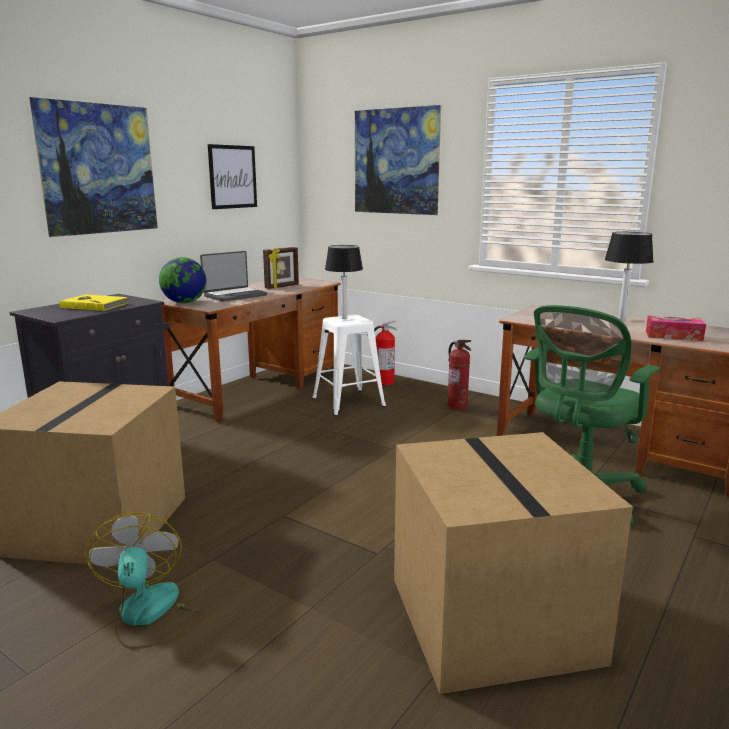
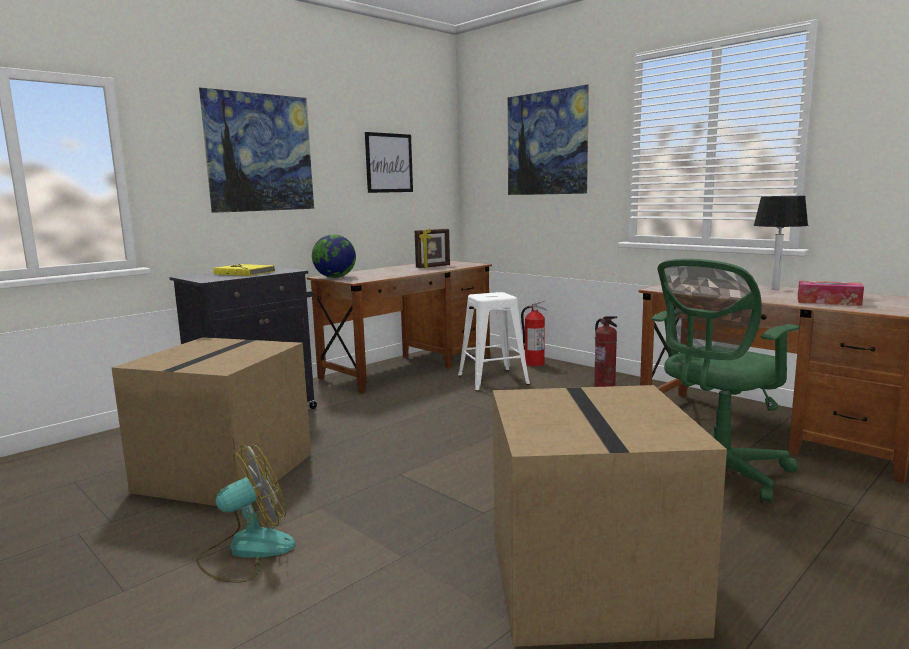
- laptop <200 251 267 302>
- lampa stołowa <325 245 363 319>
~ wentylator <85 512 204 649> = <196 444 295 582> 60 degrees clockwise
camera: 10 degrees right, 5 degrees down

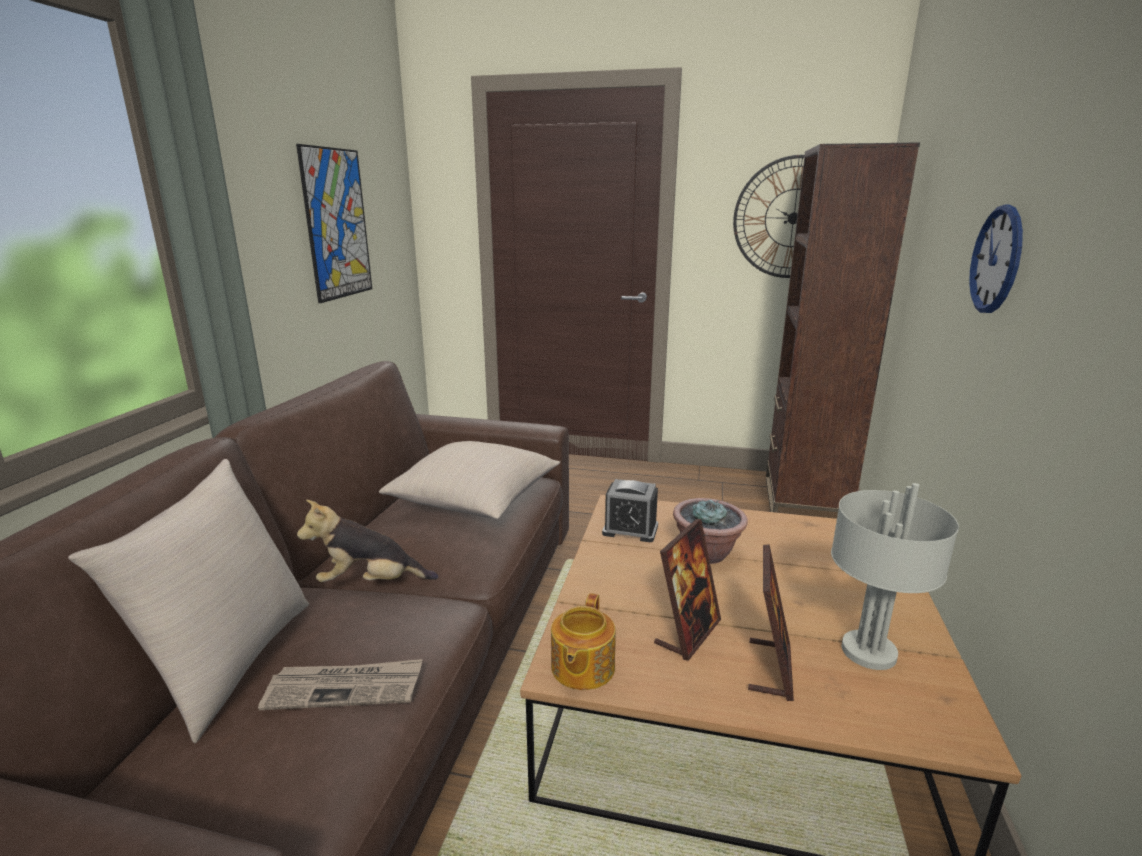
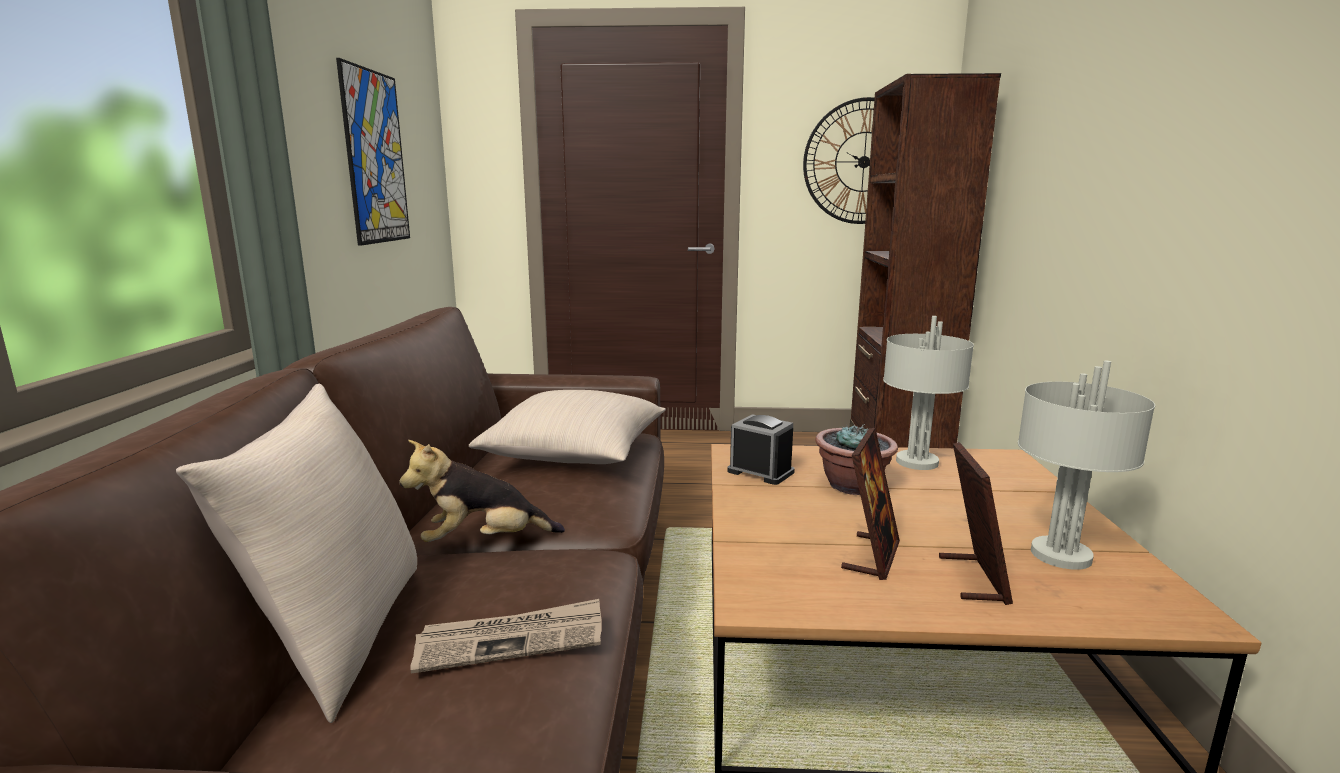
- imbryk <551 593 616 690>
- zegar ścienny <969 204 1023 313>
+ lampa stołowa [szary] <883 316 974 470>
~ budzik <602 479 658 542> = <728 414 795 485> 150 degrees counterclockwise
camera: 10 degrees left, 5 degrees down

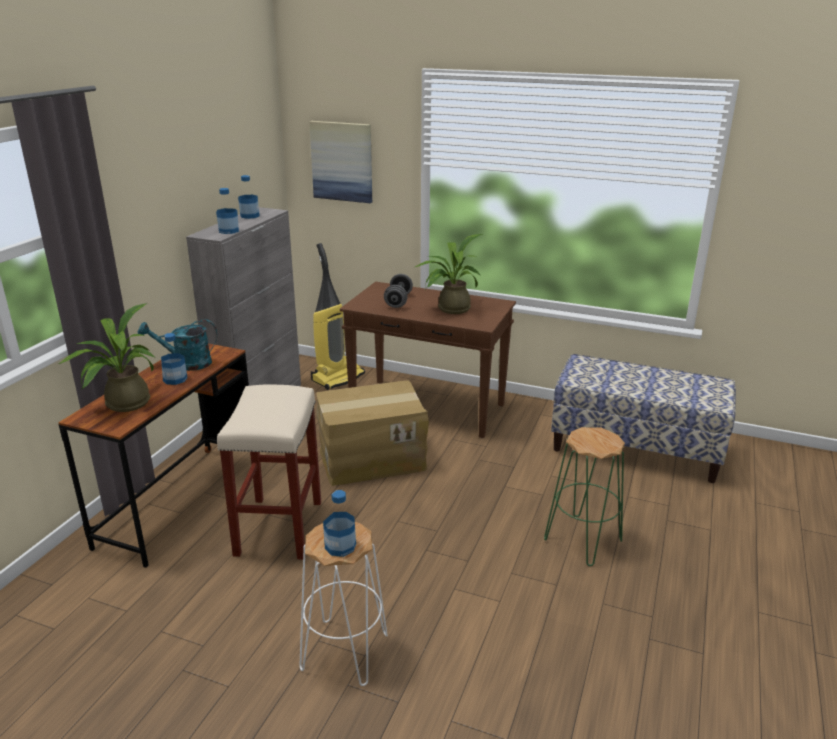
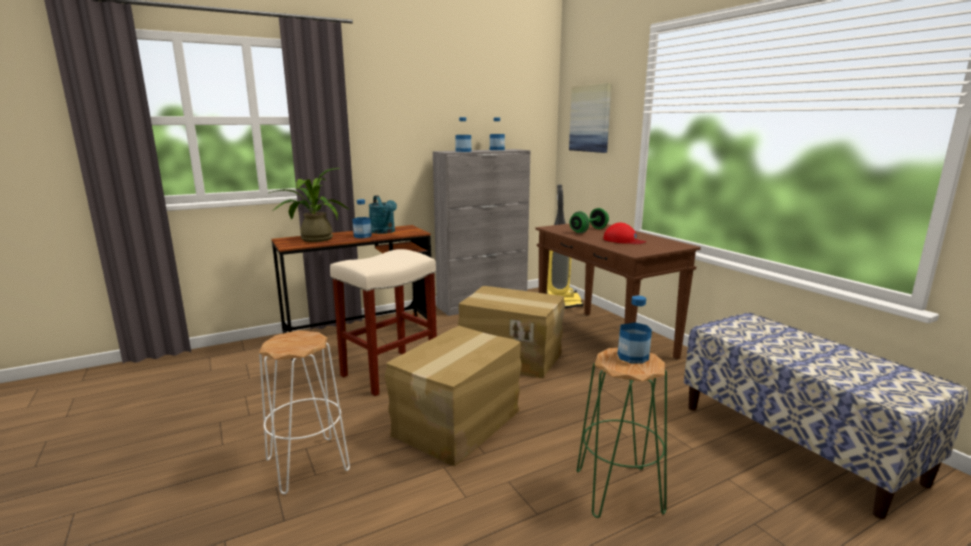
+ karton <385 326 521 466>
~ butelka <323 490 356 557> to <617 295 652 363>
~ roślina doniczkowa <415 234 483 314> to czapka z daszkiem [czerwony] <603 223 646 244>
~ hantel [szary] <384 274 413 308> to hantel [zielony] <570 208 609 233>
~ konewka [turkusowy] <138 319 217 371> = <368 195 397 234> 150 degrees counterclockwise
camera: 40 degrees right, 10 degrees down

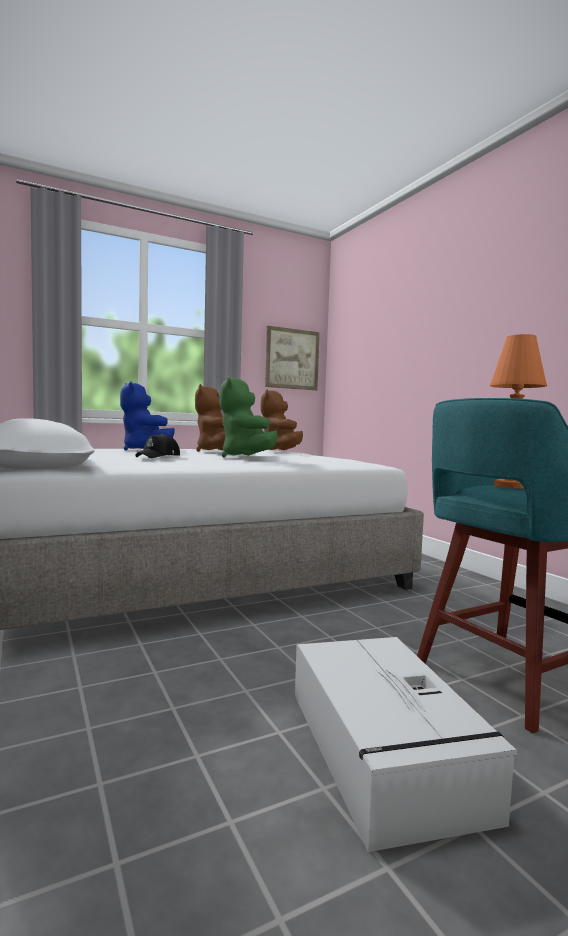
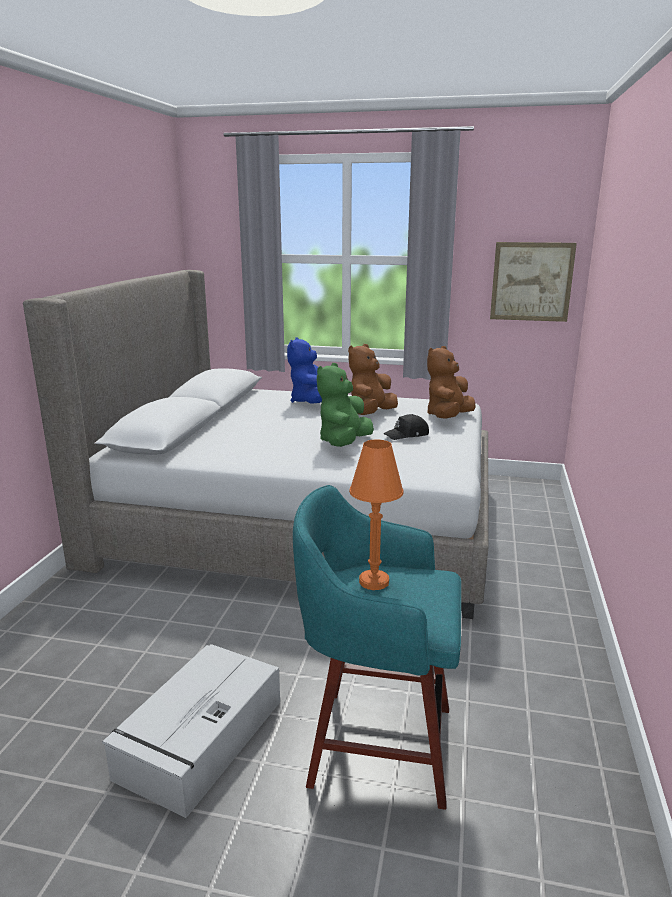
~ czapka z daszkiem [czarny] <136 434 180 458> to <384 414 429 440>
camera: 40 degrees right, 15 degrees up

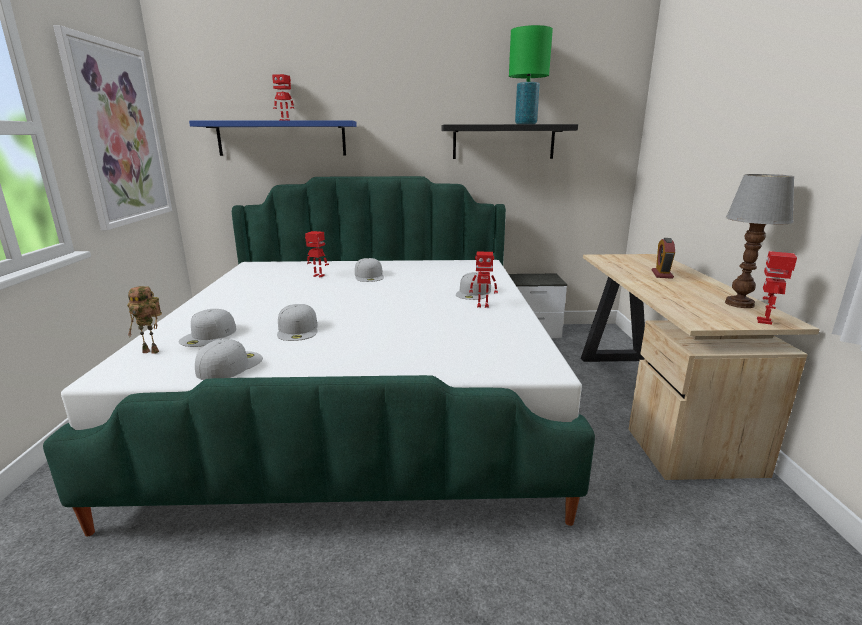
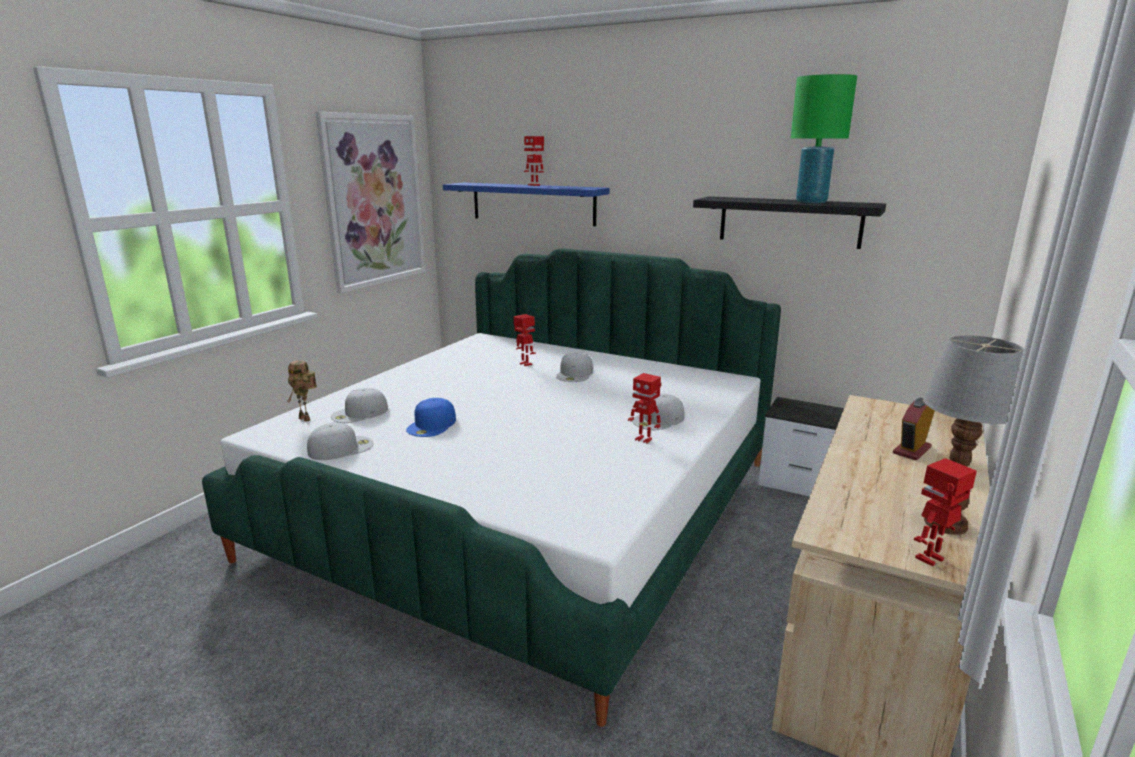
~ czapka z daszkiem [biały] <277 304 318 341> to czapka z daszkiem [niebieski] <406 398 456 437>
camera: 30 degrees right, 0 degrees up

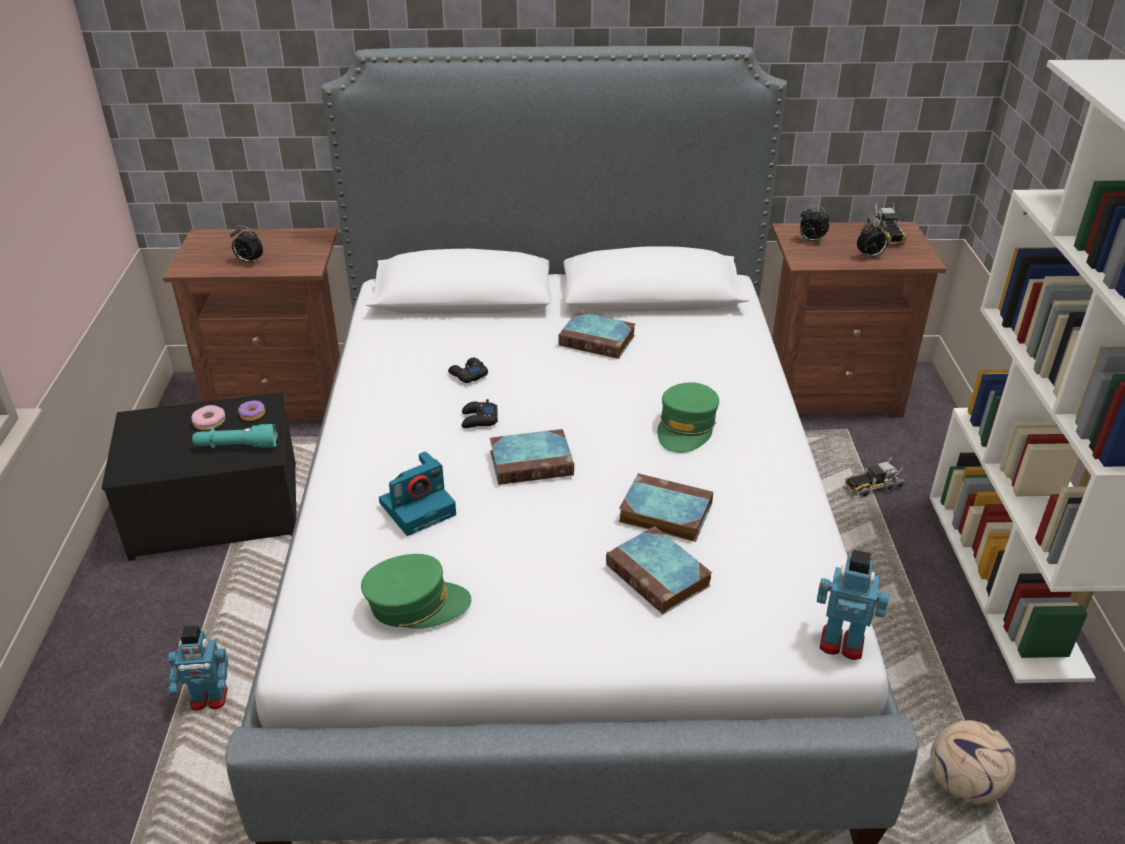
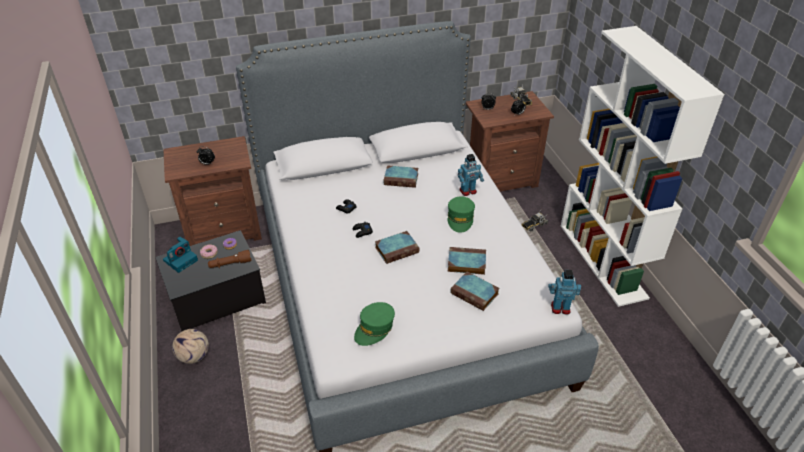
~ robot zabawkowy <168 626 228 710> to <458 154 484 196>
~ aparat fotograficzny <379 451 456 536> to <163 236 198 273>
~ piłka futbolowa <930 720 1016 804> to <172 329 209 364>
~ latarka [turkusowy] <192 424 277 448> to latarka [brązowy] <208 250 251 268>
~ czapka z daszkiem [zielony] <361 554 471 629> = <354 302 395 346> 150 degrees clockwise
camera: 15 degrees left, 5 degrees up

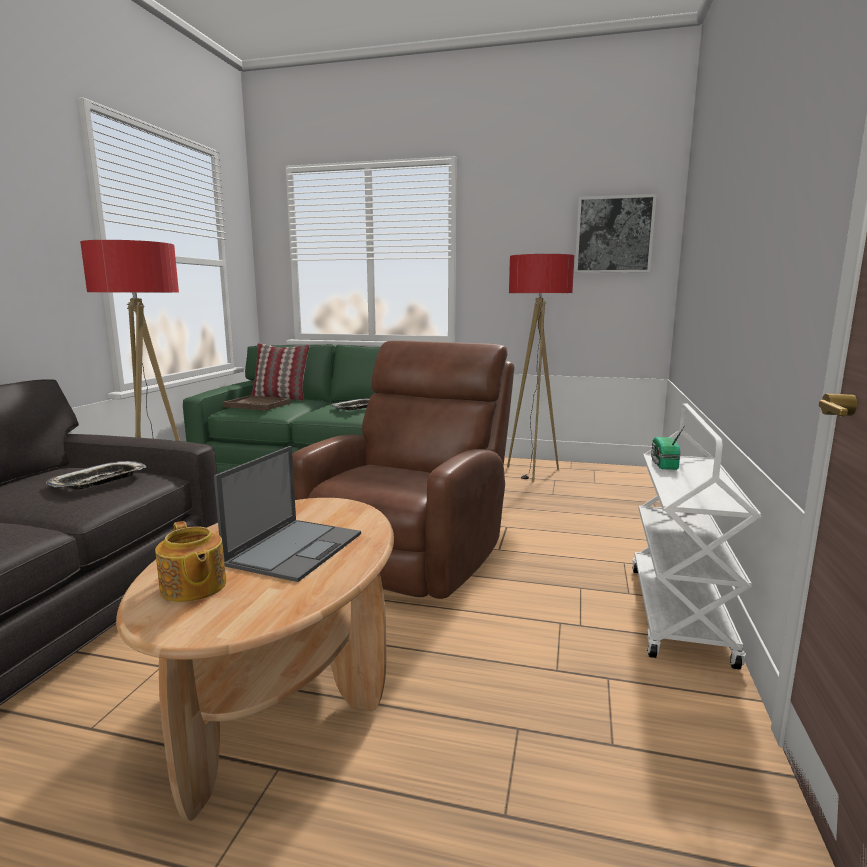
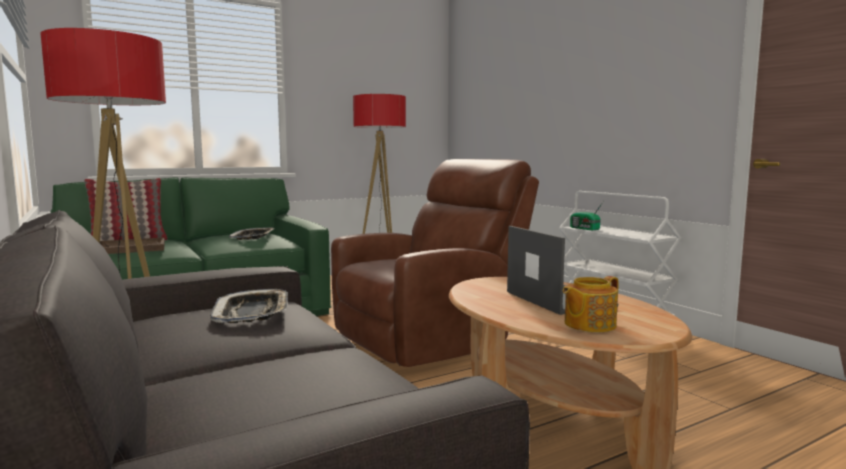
- obraz <575 194 657 273>
~ imbryk <155 521 226 602> = <563 276 619 332> 135 degrees clockwise
~ fotel [brązowy] <292 340 515 599> = <331 159 539 367> 75 degrees clockwise
camera: 45 degrees left, 5 degrees down

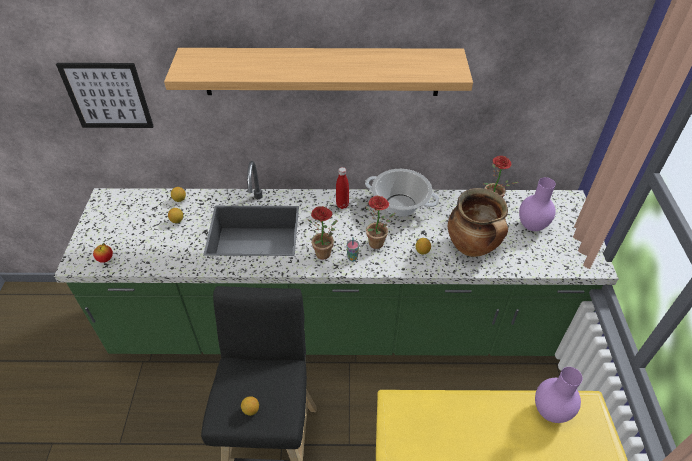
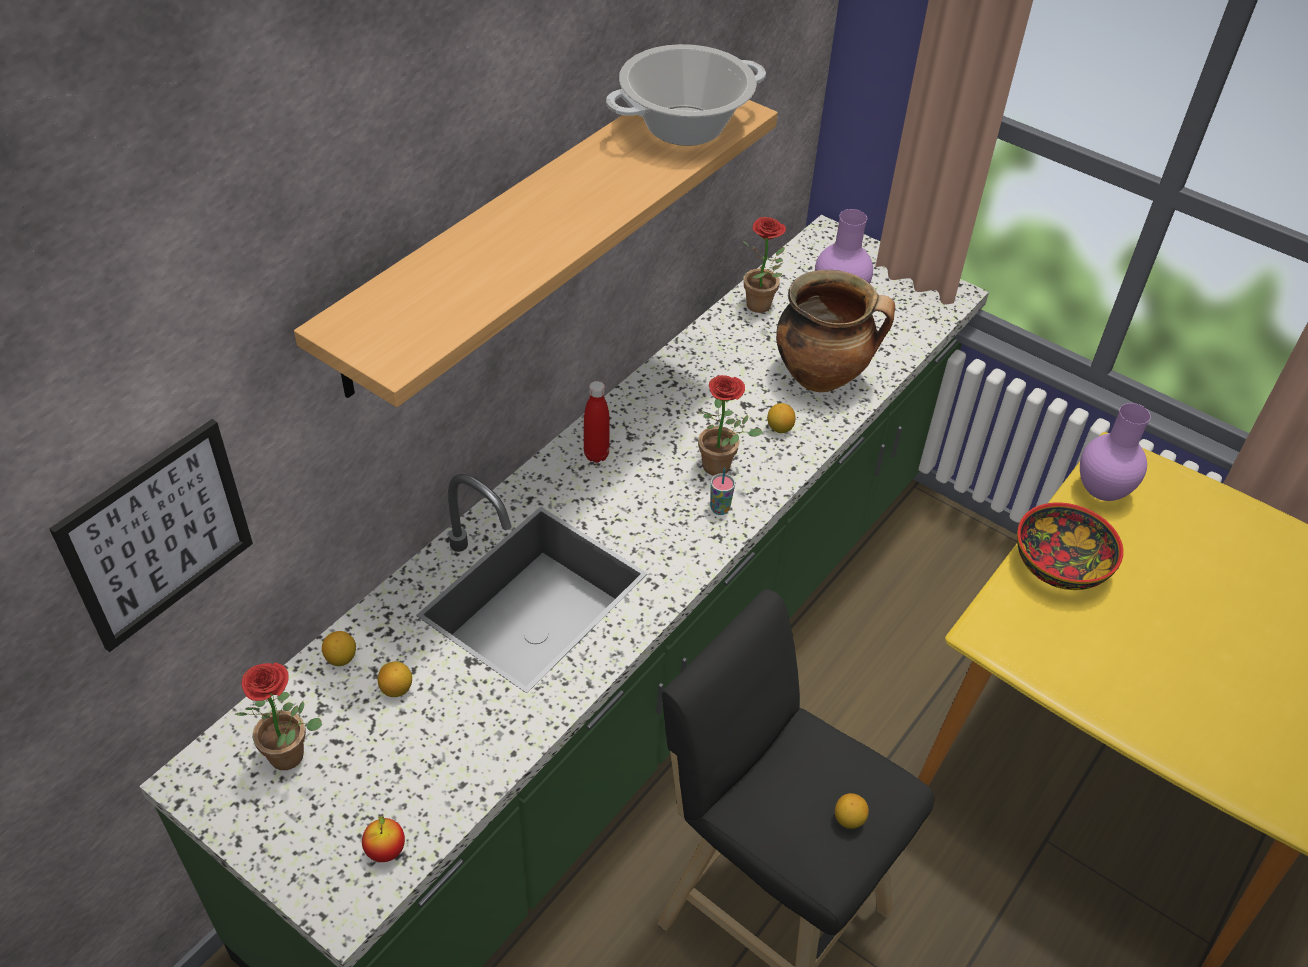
+ miska <1017 502 1124 590>
~ roślina doniczkowa <308 206 337 260> to <235 663 322 770>
~ garnek <365 169 439 217> to <606 44 766 146>
camera: 55 degrees left, 0 degrees up

